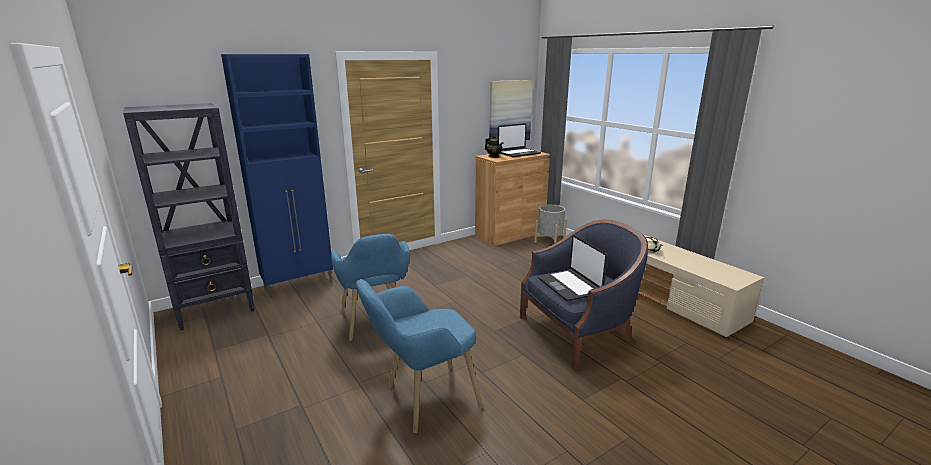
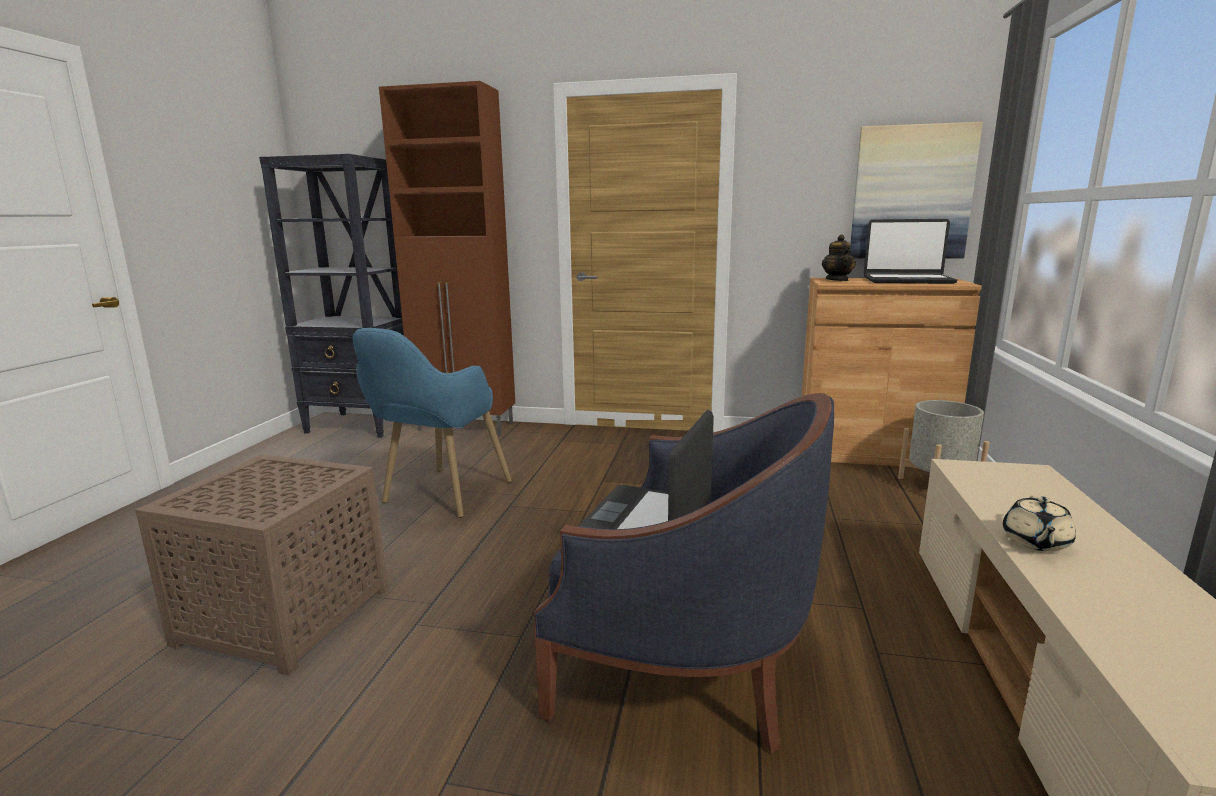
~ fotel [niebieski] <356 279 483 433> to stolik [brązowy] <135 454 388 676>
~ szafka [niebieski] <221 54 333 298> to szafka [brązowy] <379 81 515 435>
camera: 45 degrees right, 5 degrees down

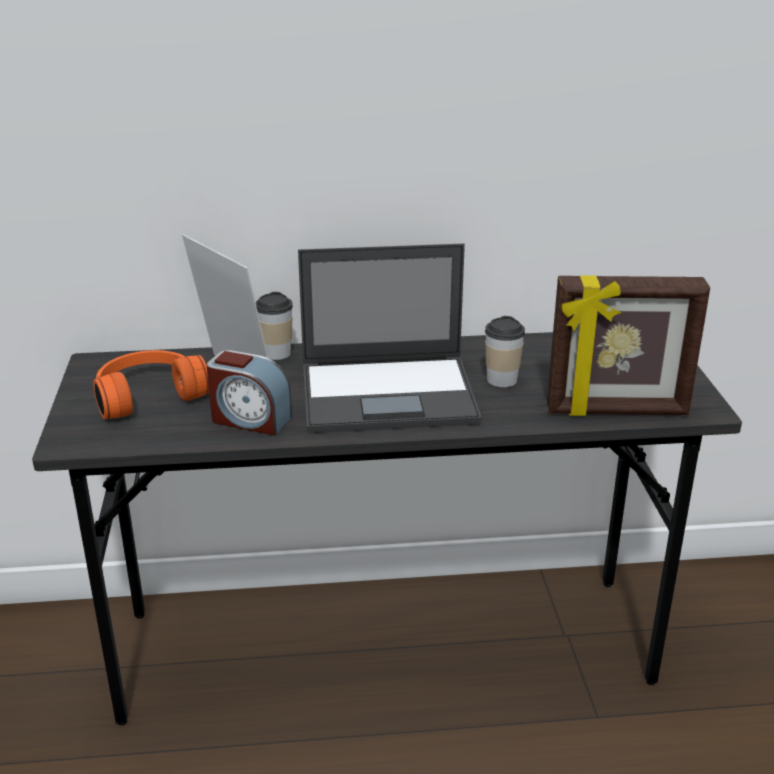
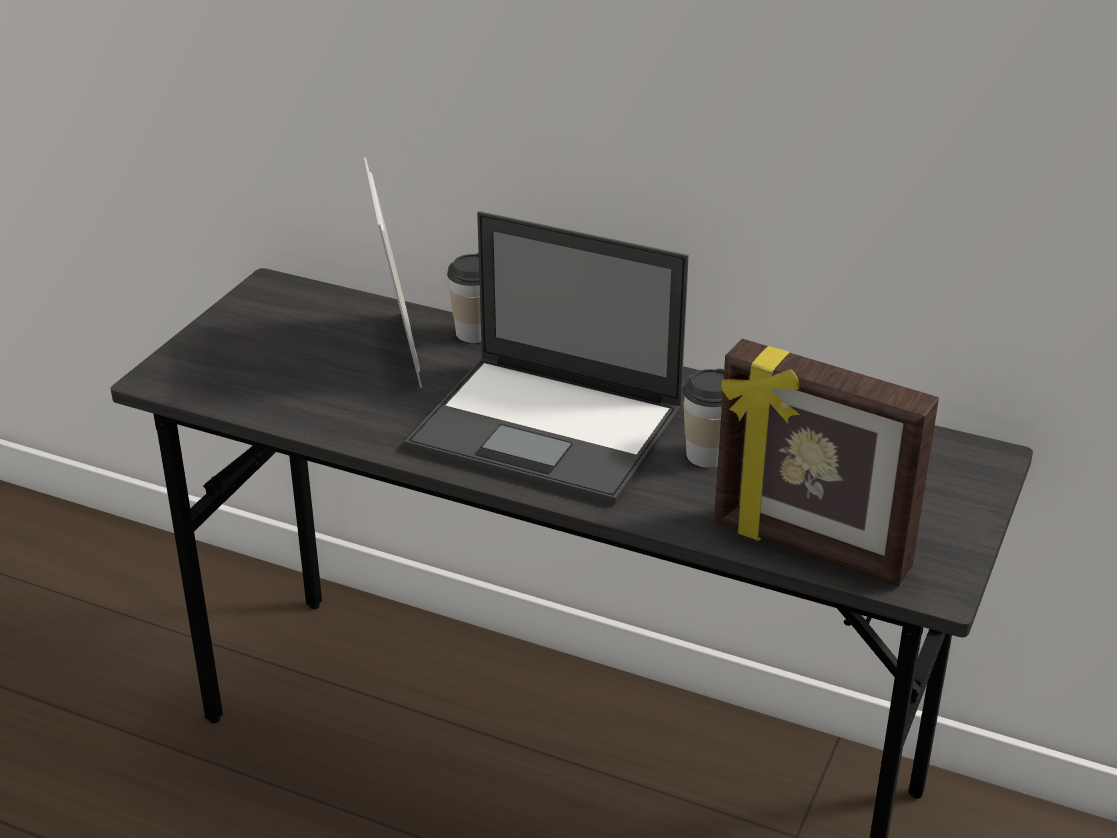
- słuchawki [pomarańczowy] <93 350 209 419>
- budzik <207 350 292 436>
camera: 30 degrees right, 5 degrees up

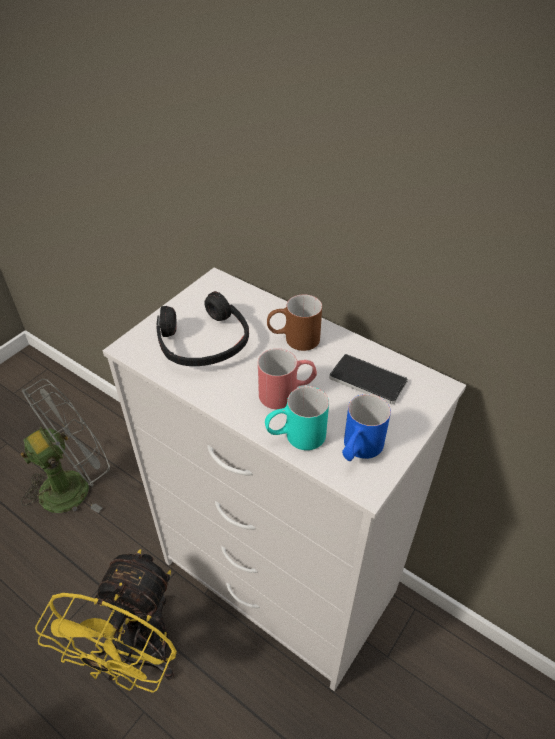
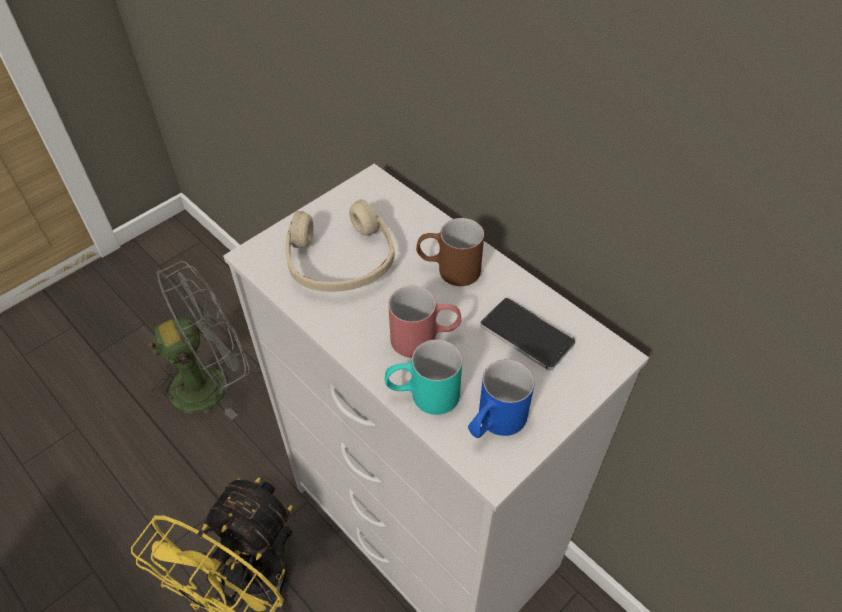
~ słuchawki [czarny] <156 291 249 366> to słuchawki [beżowy] <285 199 395 292>
camera: 10 degrees right, 5 degrees up

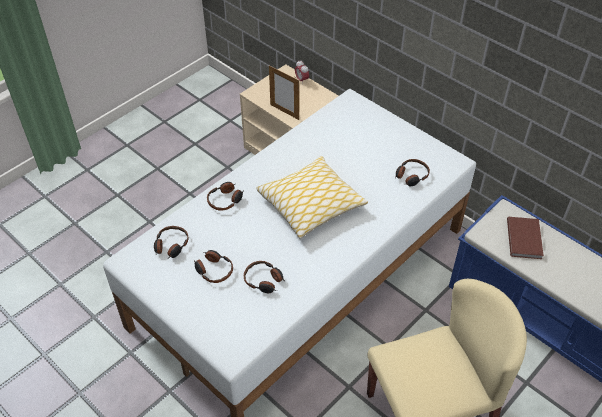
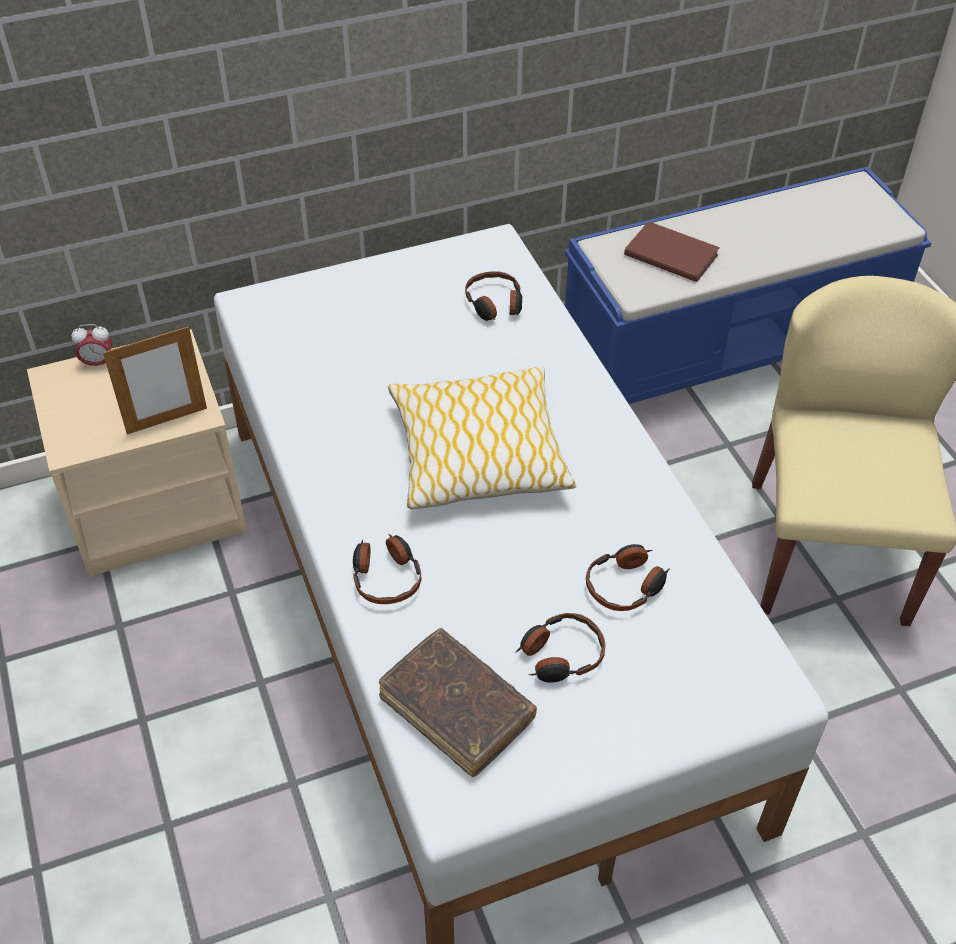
~ słuchawki <154 226 189 258> to książka [brązowy] <379 628 537 777>
camera: 65 degrees left, 0 degrees up

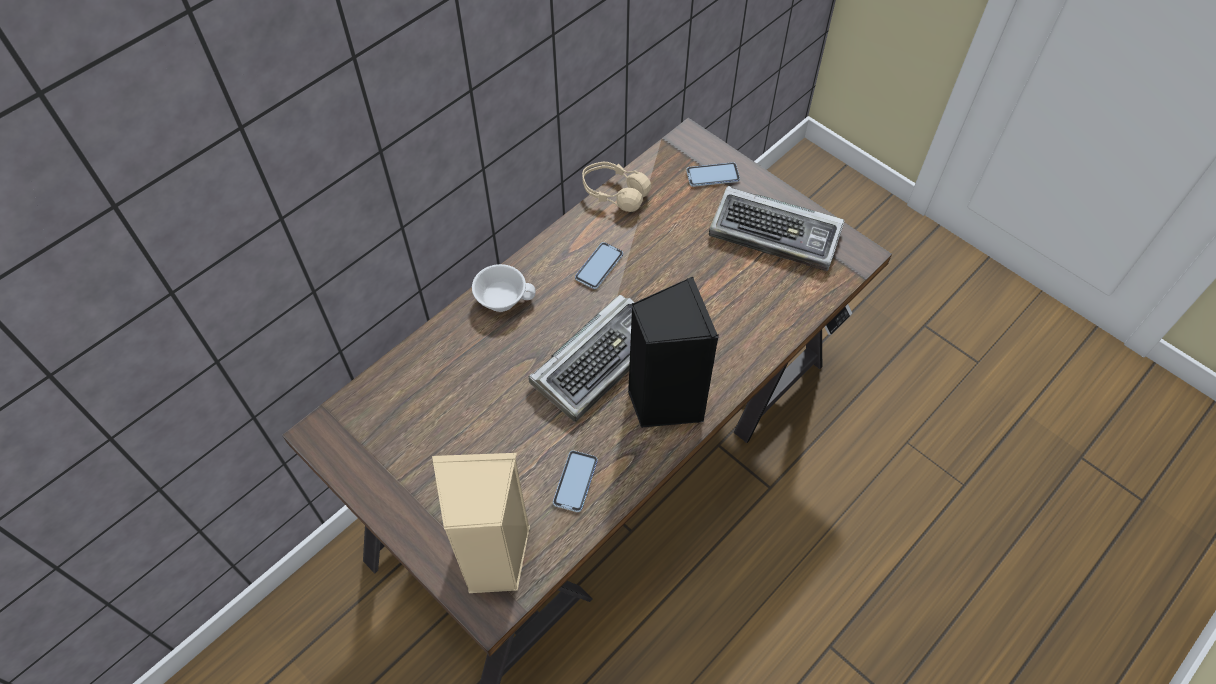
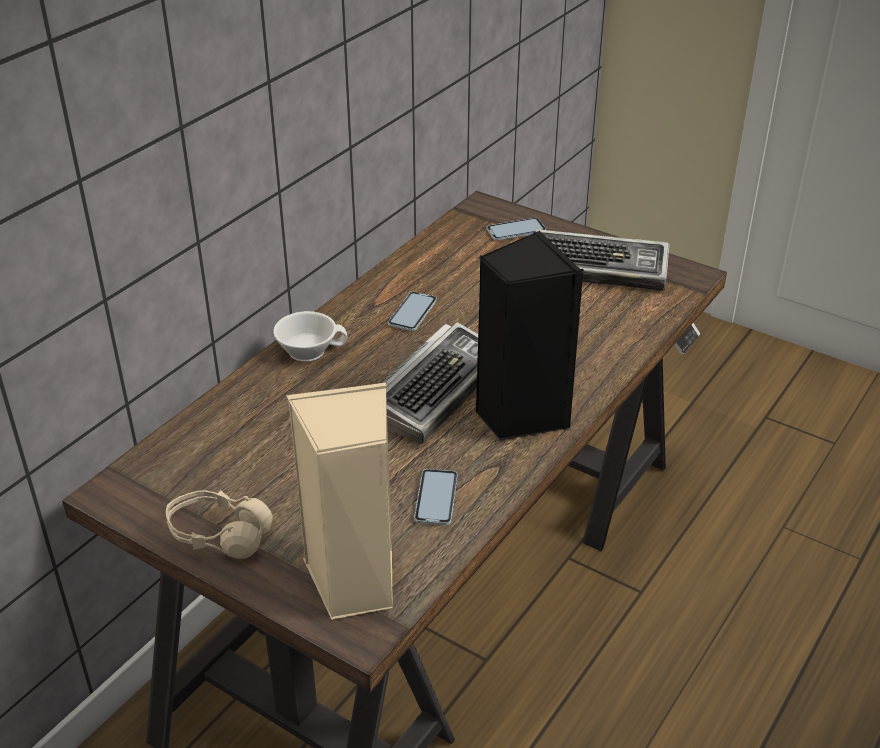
~ słuchawki [beżowy] <582 162 651 212> to <166 490 273 559>
camera: 10 degrees left, 20 degrees down

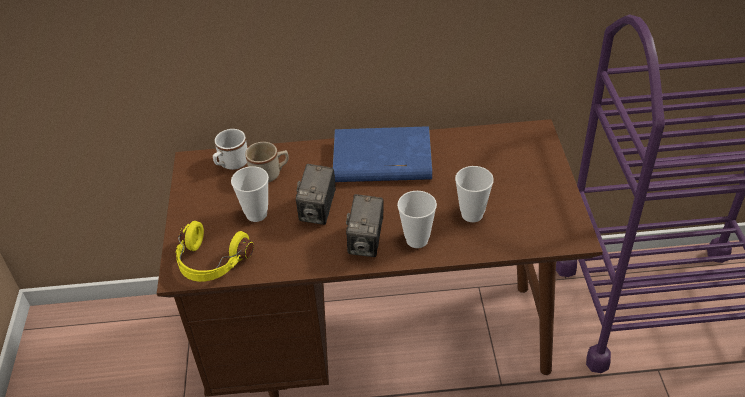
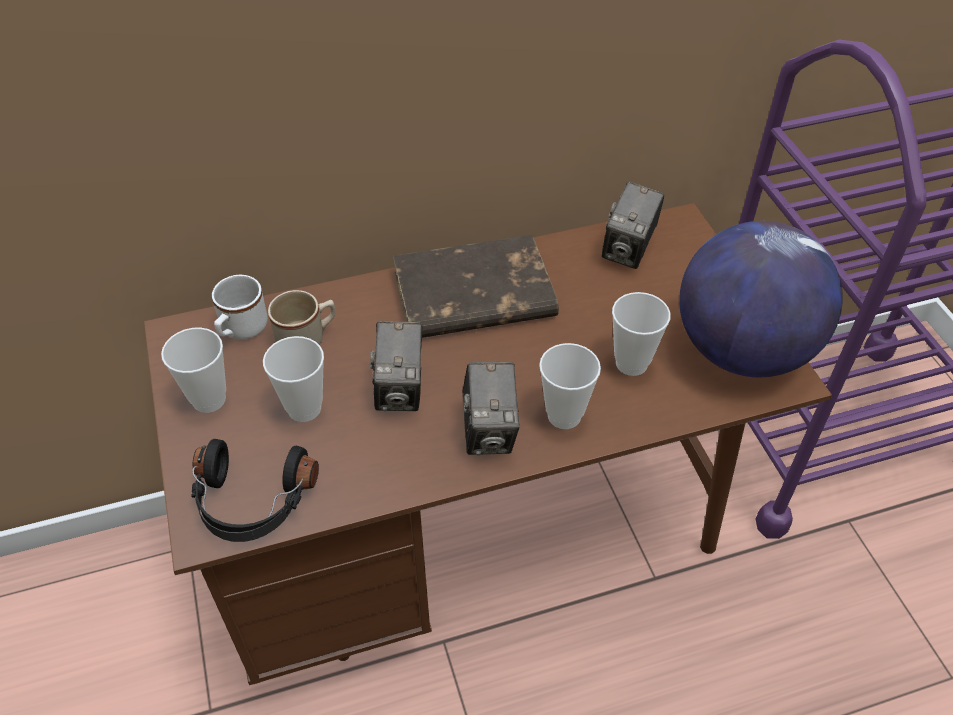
+ filiżanka <161 328 226 413>
+ aparat fotograficzny <602 181 664 269>
+ globus <679 221 843 377>
~ słuchawki [żółty] <175 221 254 282> to słuchawki [czarny] <191 439 319 542>
~ książka [niebieski] <333 126 432 182> to książka [brązowy] <393 235 559 338>
camera: 15 degrees left, 5 degrees up

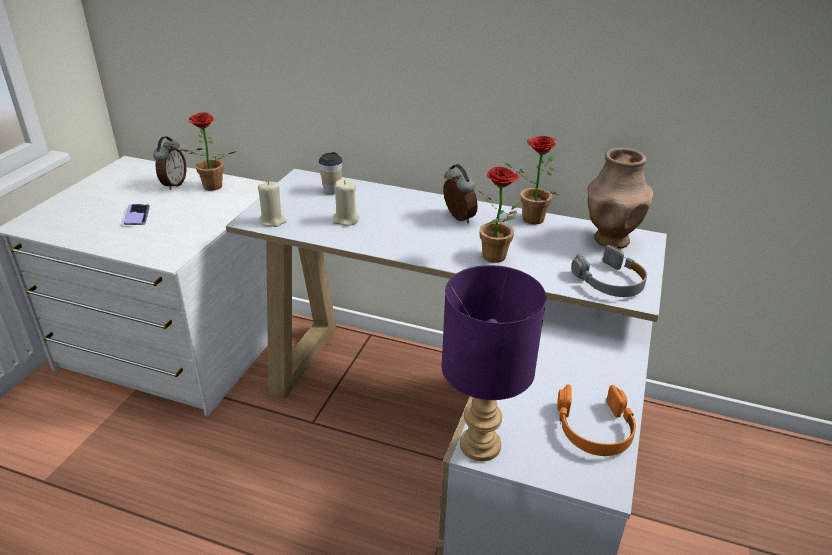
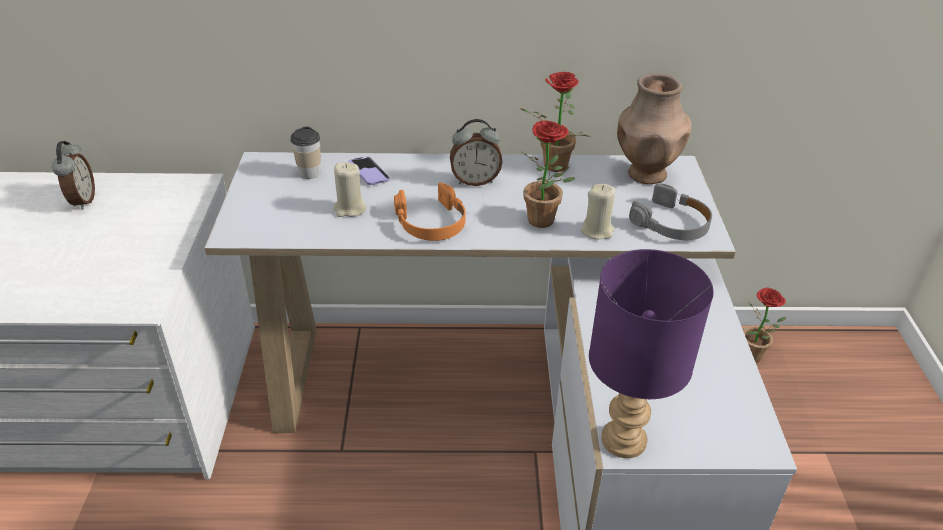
~ telefon <124 204 150 225> to <348 156 390 185>
~ roślina doniczkowa <181 112 237 191> to <743 287 786 363>
~ świeca [beżowy] <258 181 287 227> to <580 184 615 240>
~ słuchawki [pomarańczowy] <557 384 636 456> to <394 182 466 241>
~ budzik <443 164 478 223> = <450 119 503 186> 135 degrees clockwise
camera: 20 degrees left, 5 degrees up

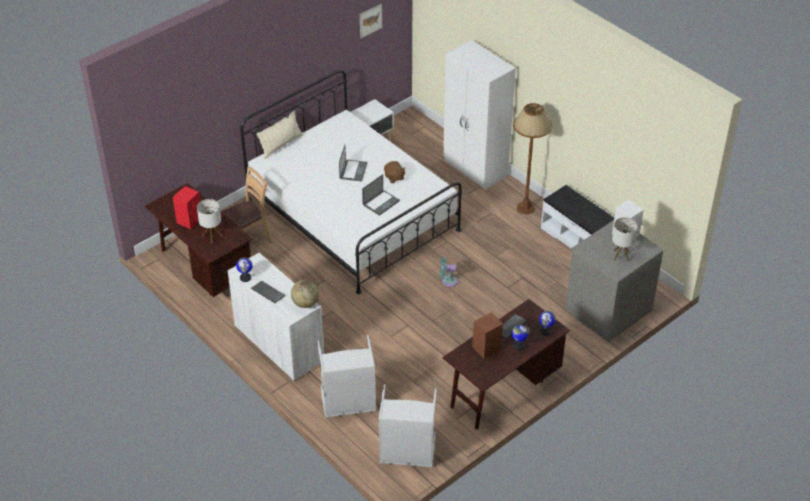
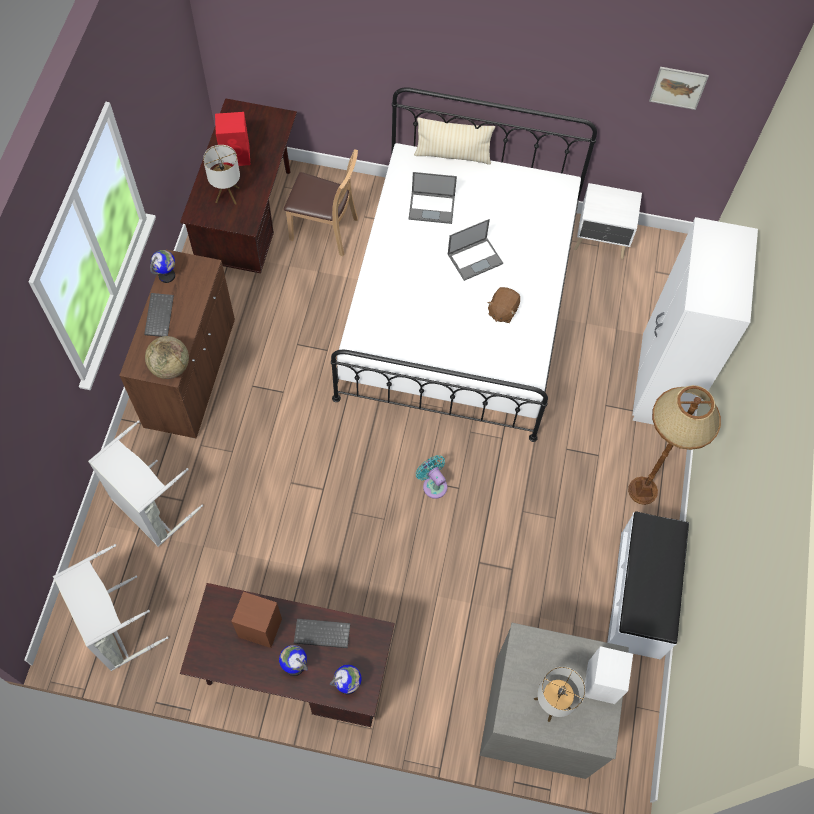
~ laptop <362 174 400 216> to <408 172 457 224>
~ szafka [biały] <228 253 324 381> to szafka [brązowy] <119 250 235 438>
camera: 50 degrees right, 20 degrees up

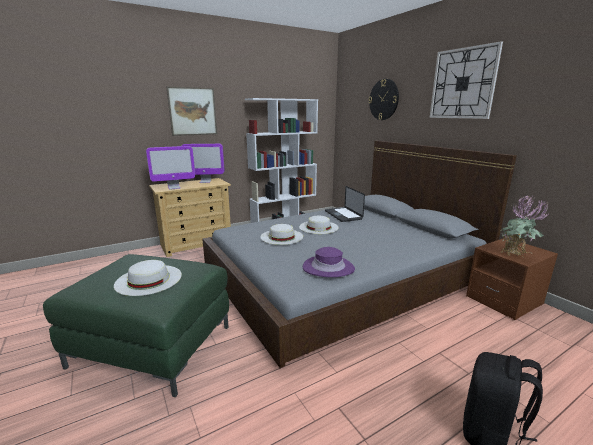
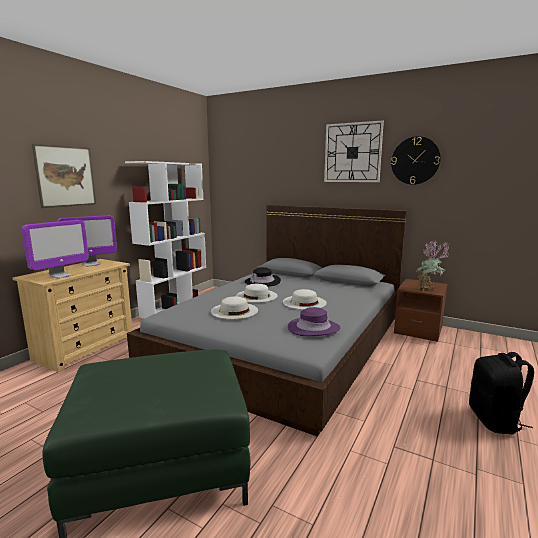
~ kapelusz [biały] <114 260 182 296> to <283 289 327 310>
~ zegar ścienny <369 79 399 120> to <391 136 441 185>
~ laptop <325 186 365 222> to kapelusz [czarny] <245 267 281 286>
camera: 30 degrees left, 5 degrees down

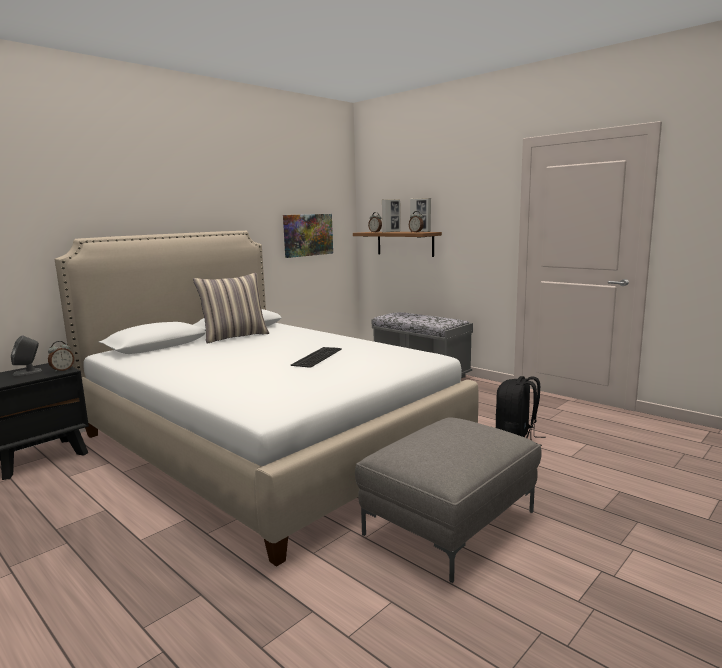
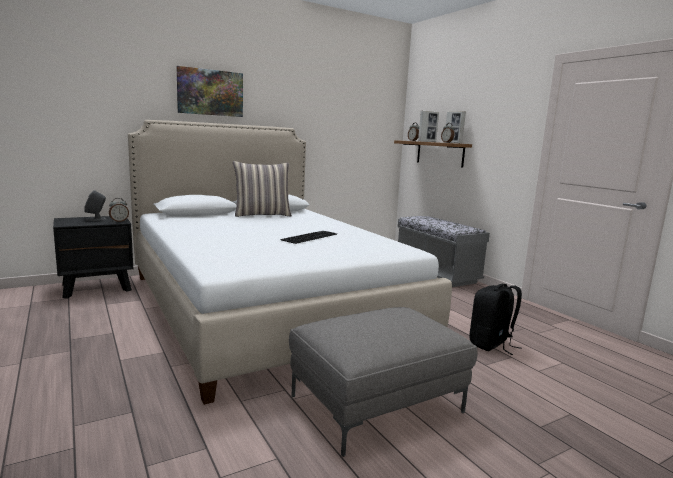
~ obraz <283 214 333 258> to <176 66 243 117>
camera: 15 degrees right, 0 degrees up

